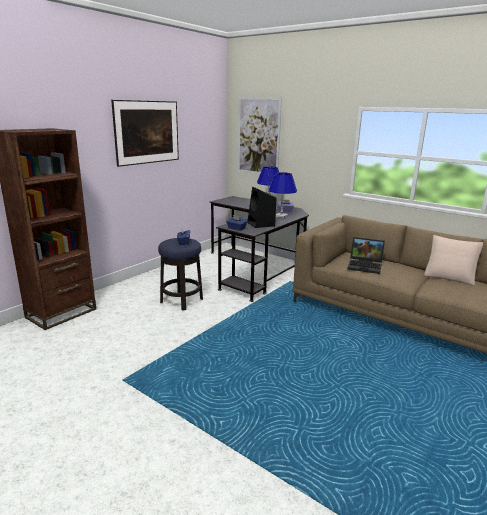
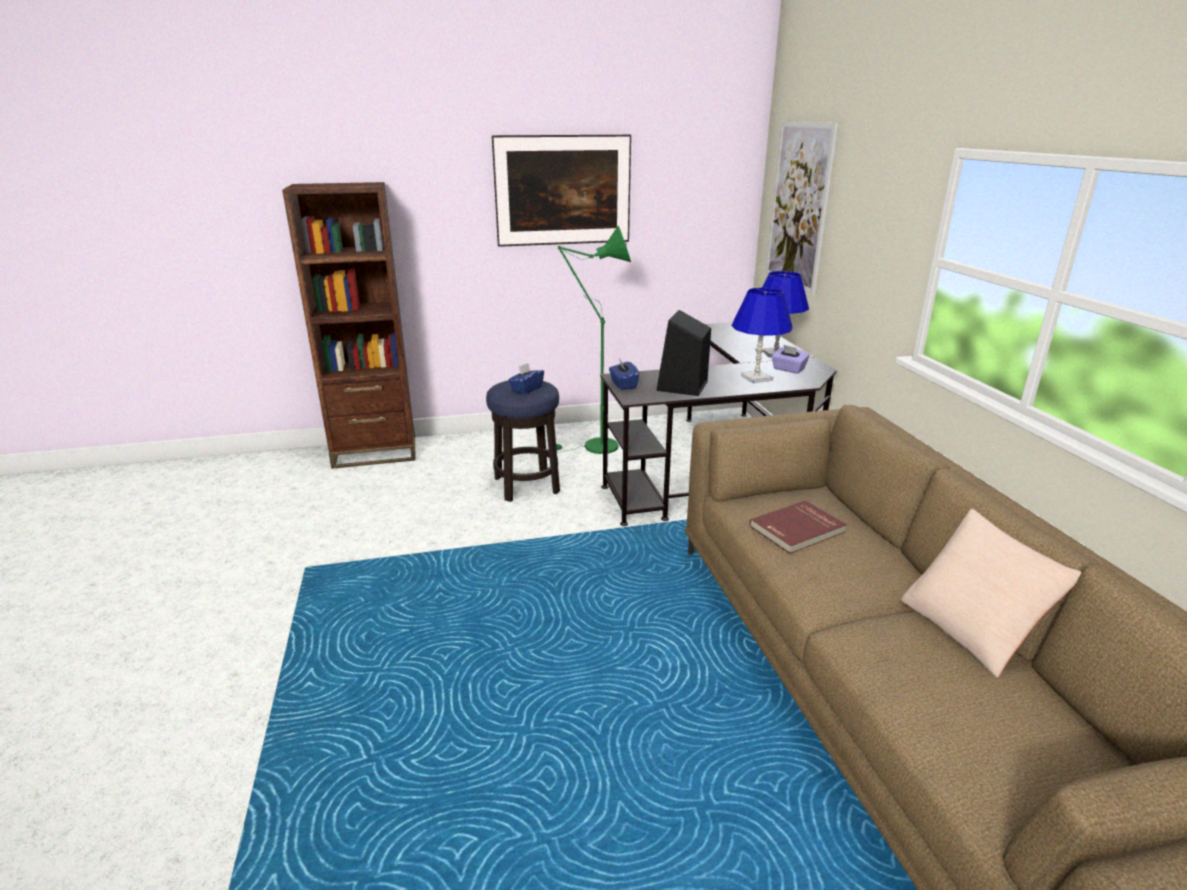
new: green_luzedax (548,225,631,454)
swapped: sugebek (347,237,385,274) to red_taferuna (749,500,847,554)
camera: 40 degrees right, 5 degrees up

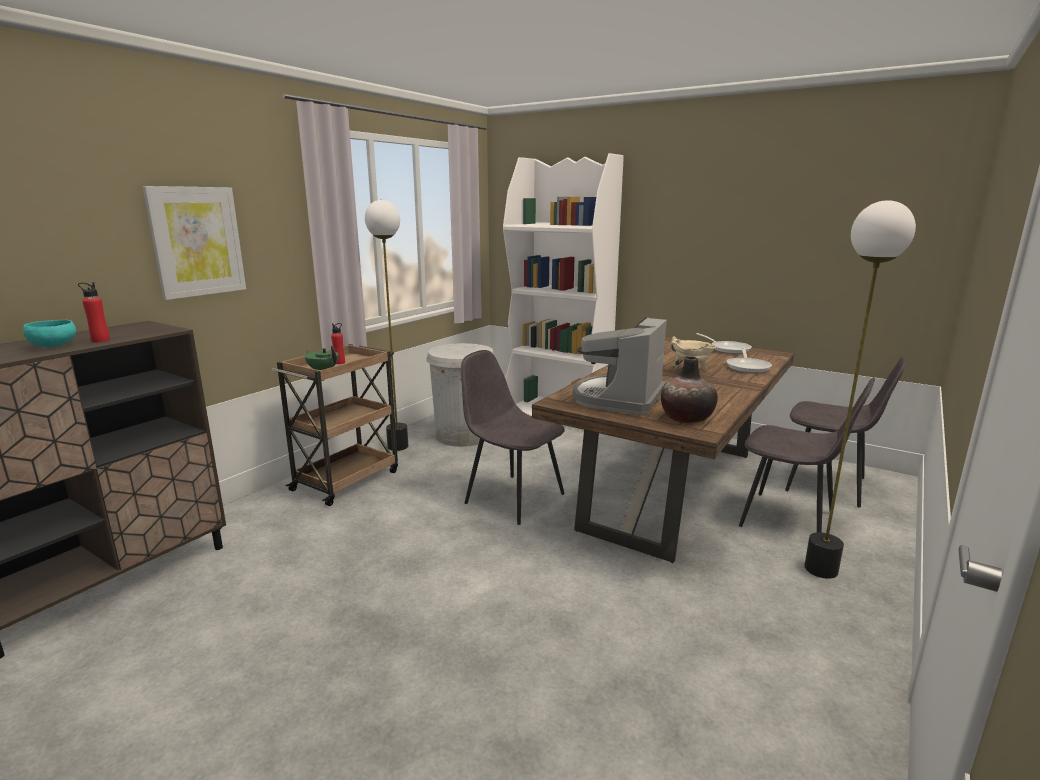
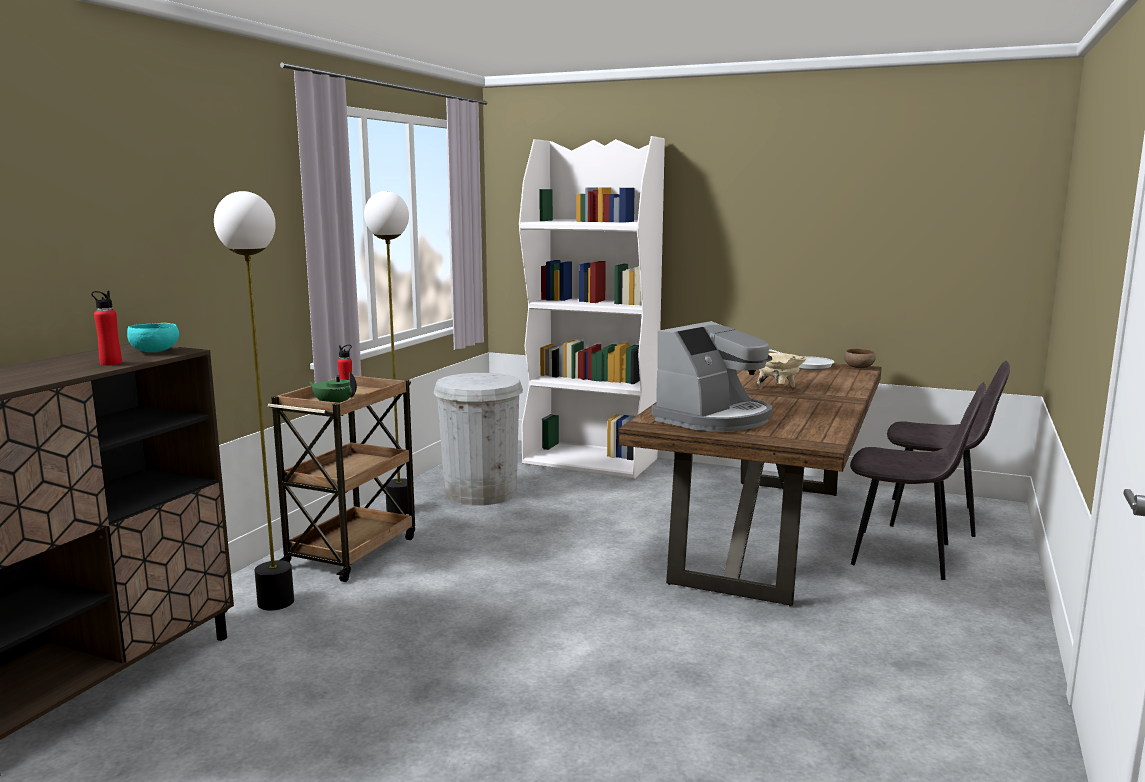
gone: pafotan (142,186,246,300); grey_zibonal (461,350,565,525); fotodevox (661,357,718,423); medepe (727,347,772,373)
new: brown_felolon (844,349,876,368)
shifted: turquoise_felolon (23,320,76,347) to (127,323,179,353); luzedax (804,200,916,579) to (214,191,294,611)
rotated: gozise (572,317,667,415) = (652,321,772,432) 150 degrees counterclockwise
camera: 10 degrees left, 5 degrees down

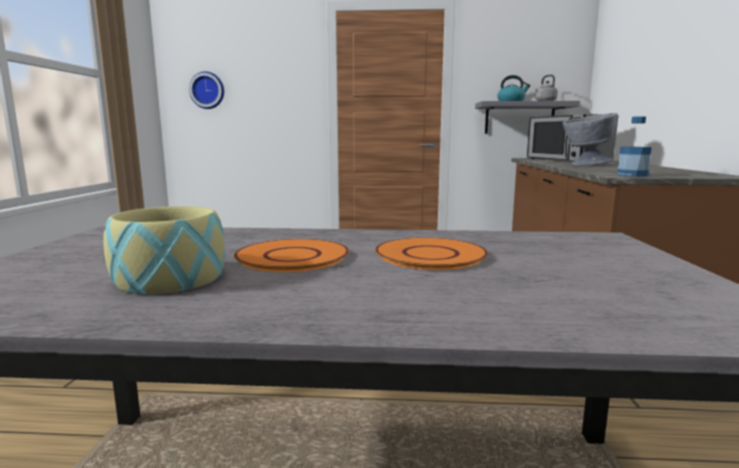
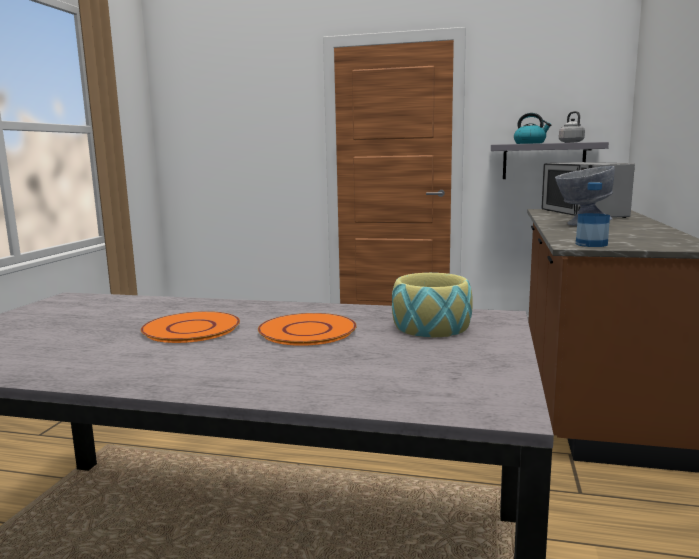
gone: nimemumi (189,71,224,109)
shifted: felolon (103,206,225,294) to (392,273,473,337)
camera: 10 degrees right, 0 degrees up

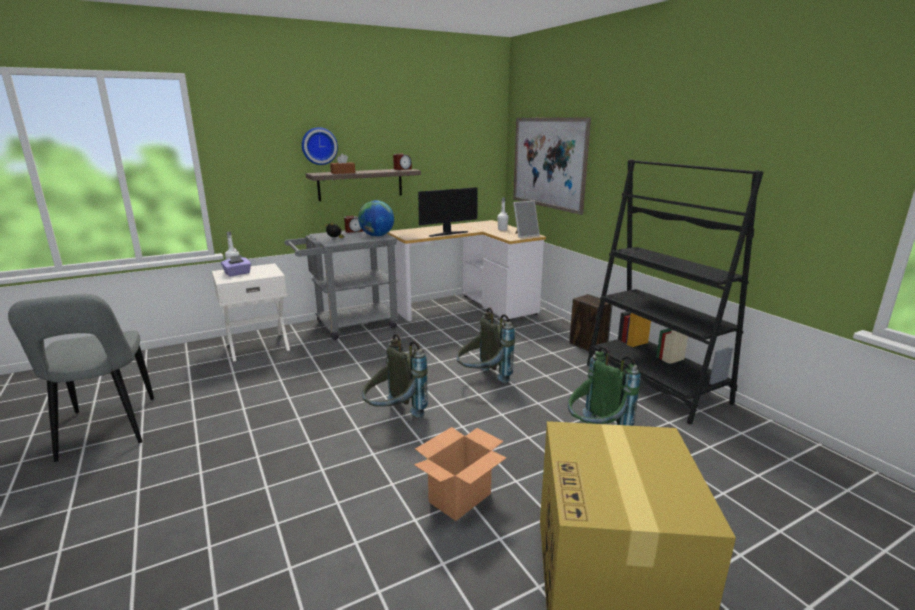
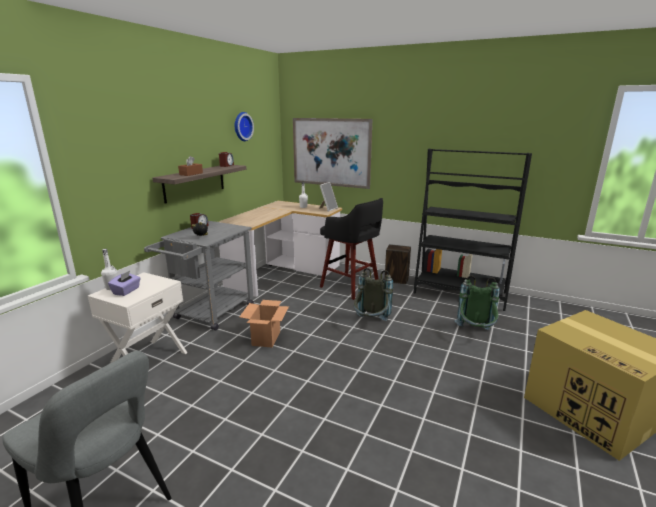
gone: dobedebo (358,200,394,237); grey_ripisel (362,334,428,417); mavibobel (418,187,478,237)
new: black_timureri (320,198,383,300)
shifted: nimemumi (302,127,338,165) to (235,112,254,141); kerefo (414,427,506,521) to (240,300,289,348)
camera: 35 degrees left, 0 degrees up

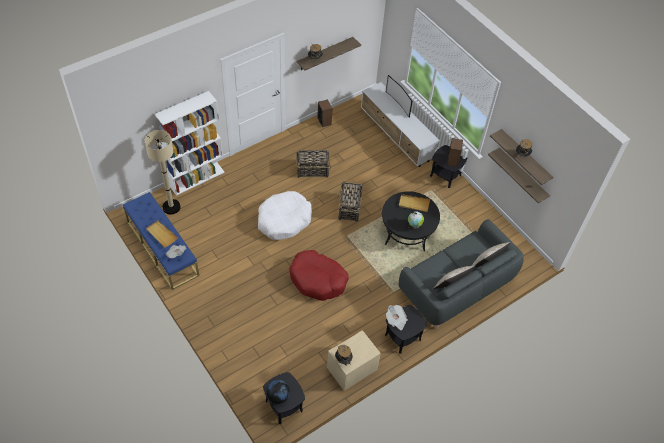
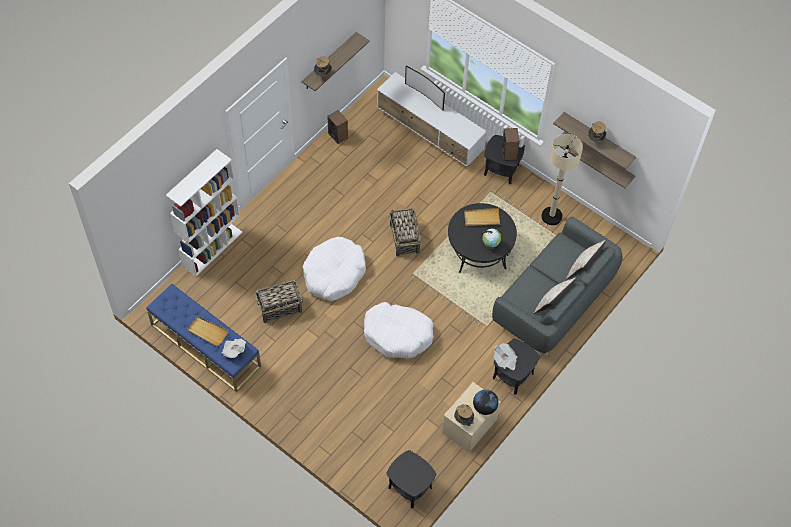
shifted: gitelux (296,150,330,178) to (255,280,303,323); dobedebo (266,380,290,404) to (473,389,498,415); beige_luzedax (145,130,181,214) to (541,134,583,225)
repainted: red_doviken (289,250,349,301) to white_doviken (364,302,434,359)
camera: 15 degrees left, 5 degrees up

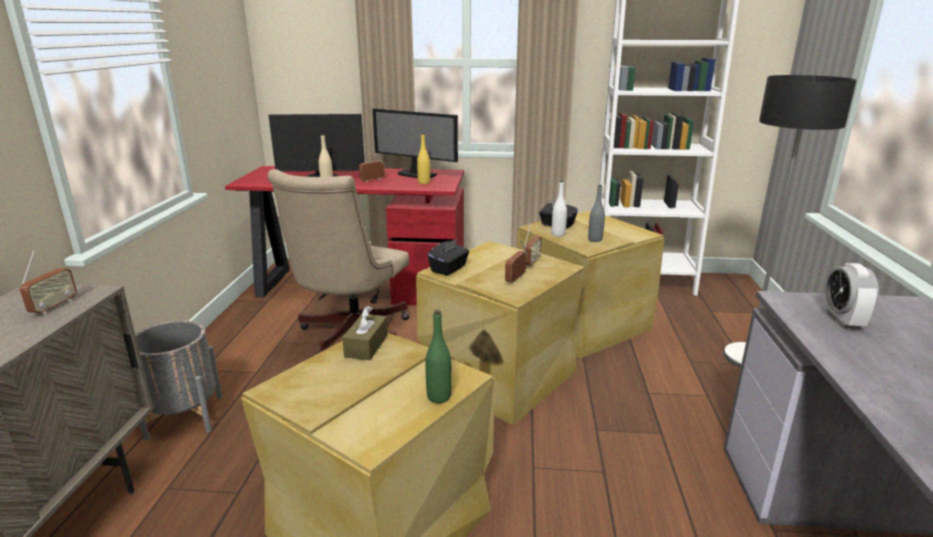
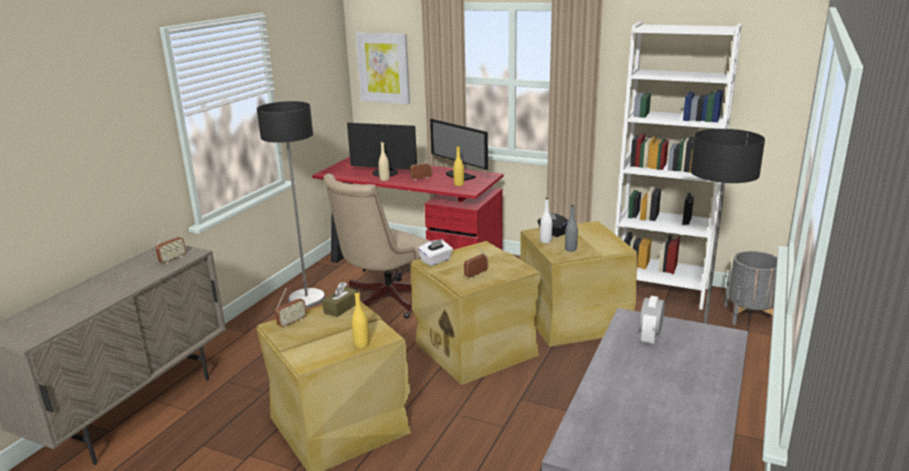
new: luzedax (257,101,325,307); pafotan (356,32,410,104)
shifted: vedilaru (524,223,542,267) to (275,288,306,328); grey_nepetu (135,320,222,440) to (724,251,777,325)
repainted: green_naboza (425,310,452,403) to yellow_naboza (352,290,369,349); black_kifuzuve (427,239,469,276) to white_kifuzuve (418,239,453,266)
camera: 20 degrees right, 0 degrees up

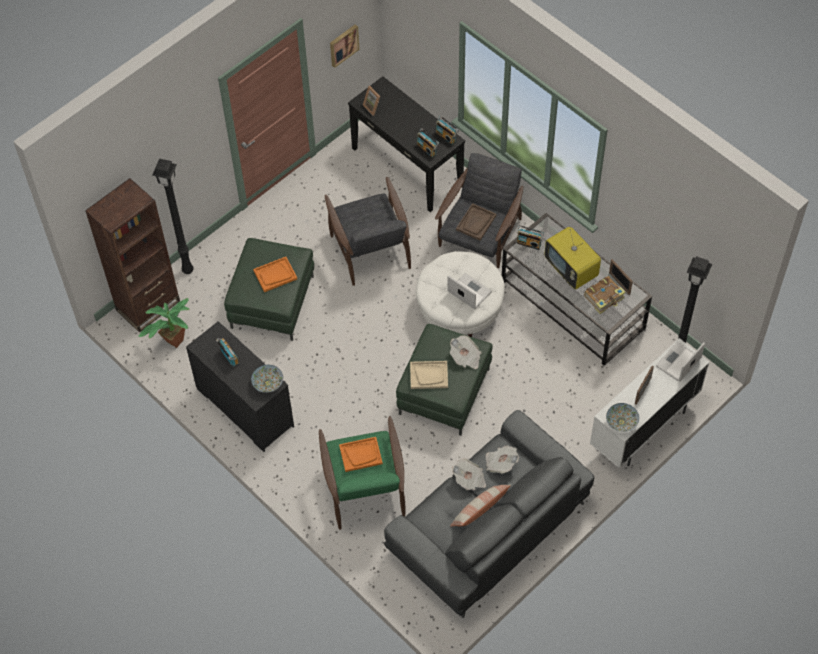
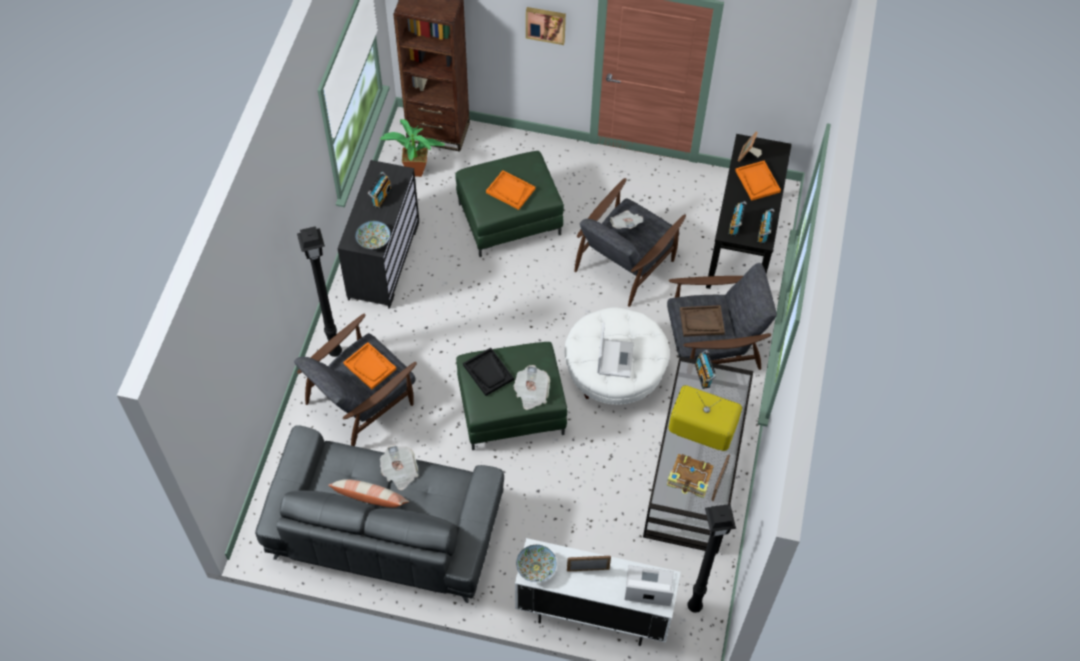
new: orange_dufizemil (735,161,781,201)
shifted: black_luzedax (152,158,194,274) to (297,226,342,357); pafotan (330,25,359,68) to (526,7,566,45); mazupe (486,445,519,473) to (610,210,643,229)
repainted: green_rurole (319,416,405,530) to grey_rurole (294,314,417,446); beige_dufizemil (410,361,448,389) to black_dufizemil (463,348,514,396)
rotated: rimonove (545,227,601,289) = (669,385,742,451) 90 degrees clockwise
camera: 55 degrees right, 0 degrees up

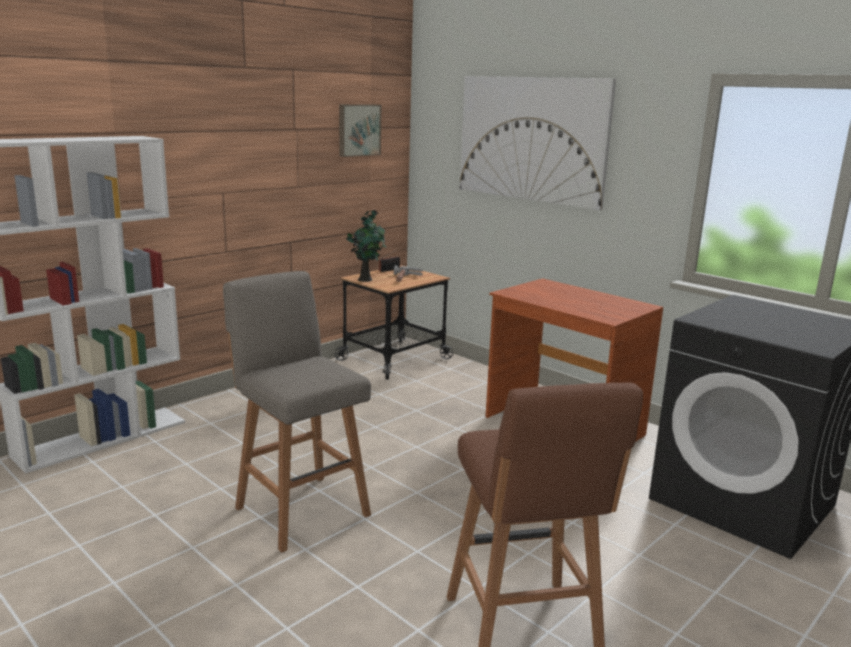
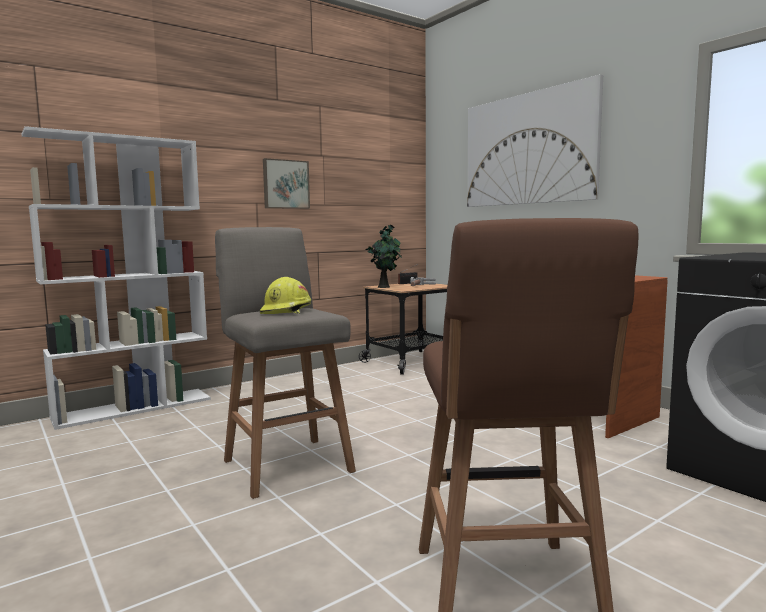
new: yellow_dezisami (259,277,311,314)
shifted: pafotan (339,104,381,157) to (263,158,310,209)
camera: 10 degrees right, 10 degrees down

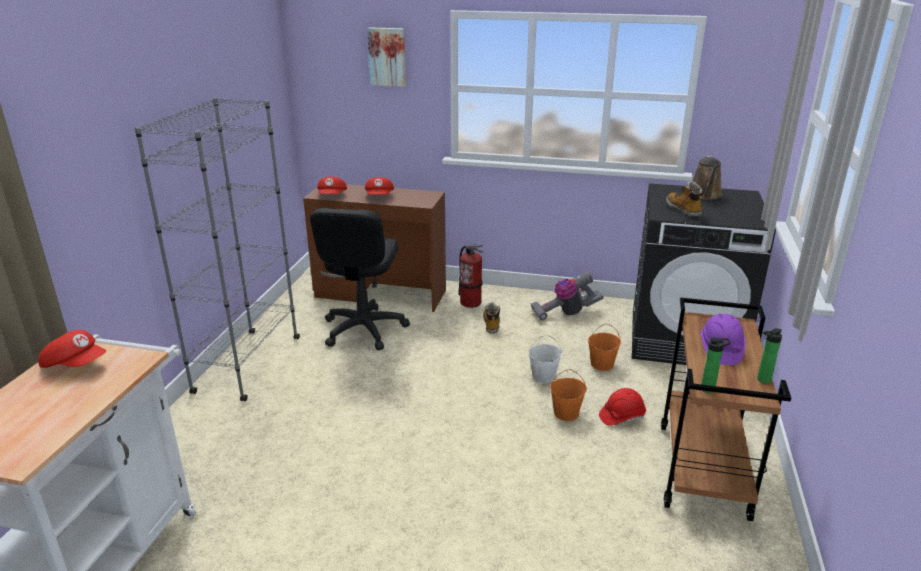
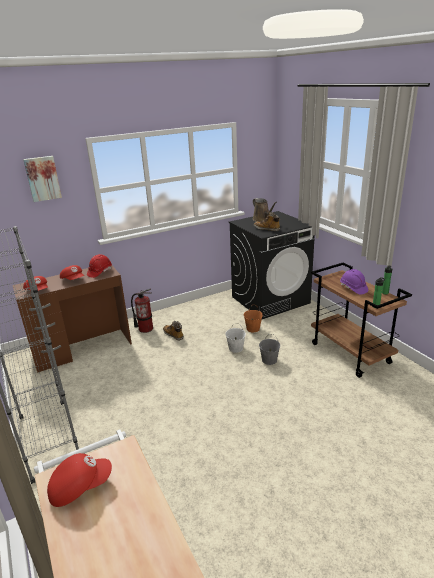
gone: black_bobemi (310,208,410,350); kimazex (531,271,604,320)
shifted: red_dezisami (599,388,646,426) to (87,254,112,278)
repainted: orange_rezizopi (550,369,587,421) to grey_rezizopi (259,334,280,365)
camera: 40 degrees left, 0 degrees up

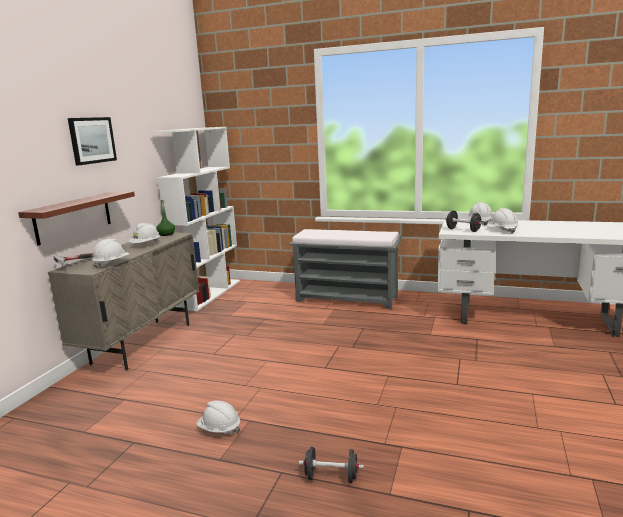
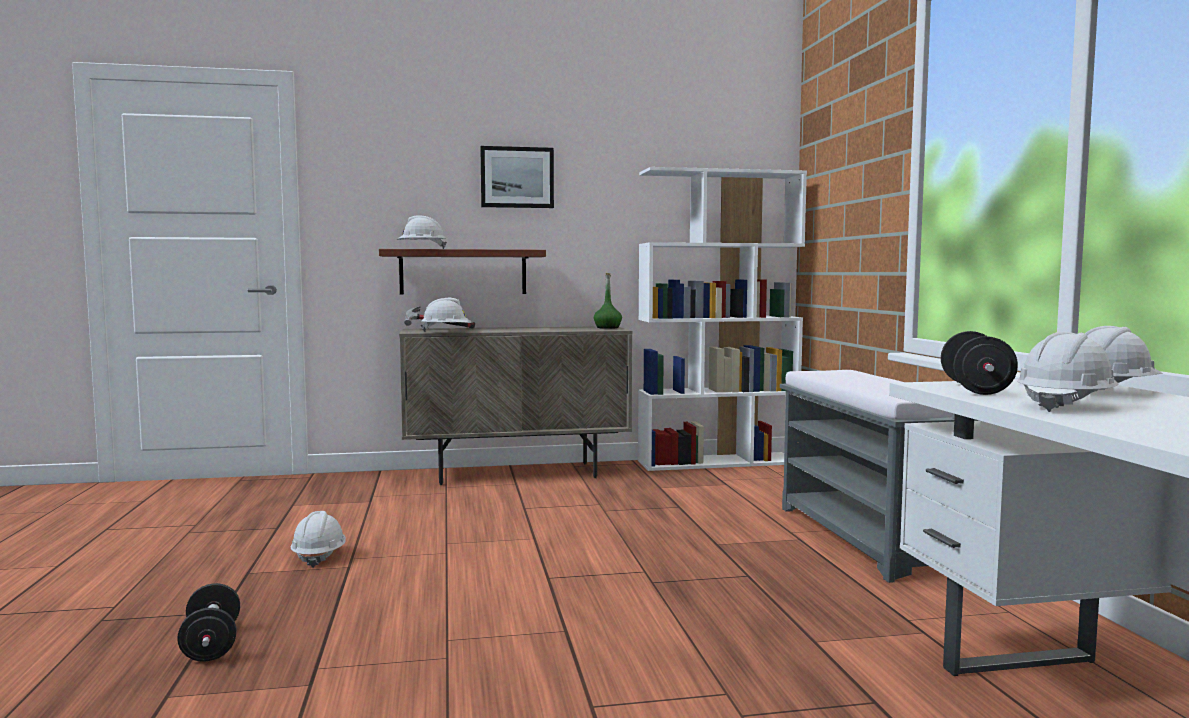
shifted: white_dezisami (129,223,160,243) to (396,215,447,249)
camera: 60 degrees right, 10 degrees down

